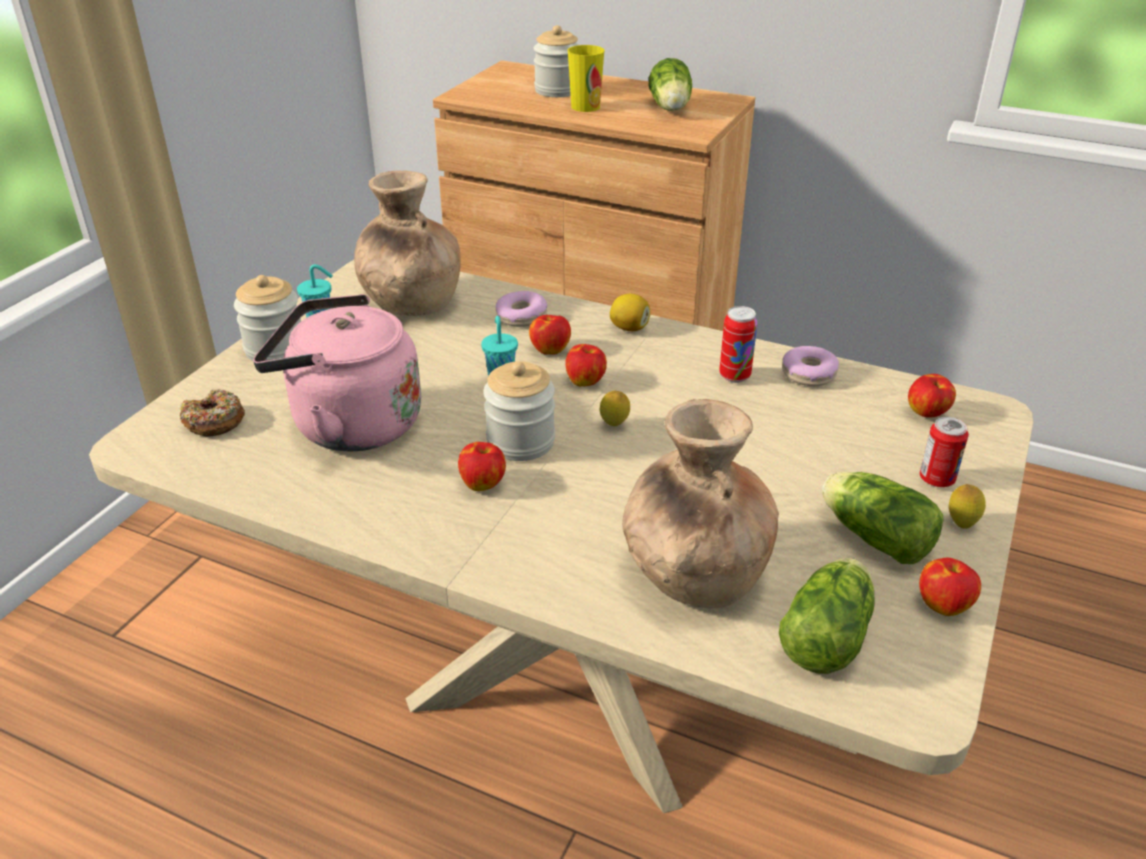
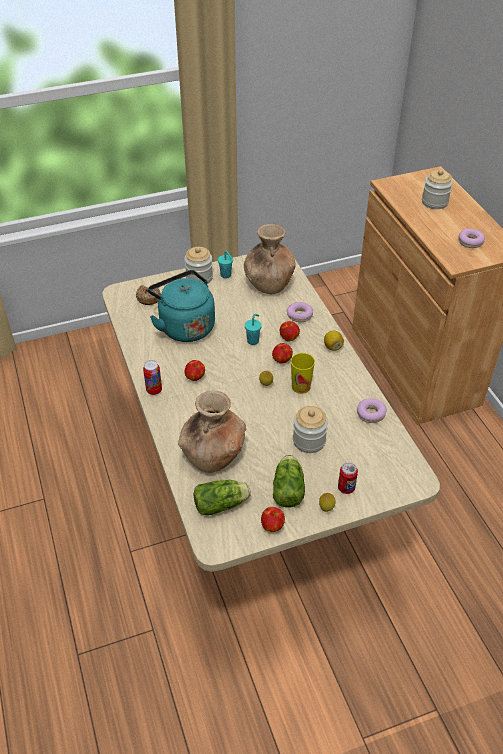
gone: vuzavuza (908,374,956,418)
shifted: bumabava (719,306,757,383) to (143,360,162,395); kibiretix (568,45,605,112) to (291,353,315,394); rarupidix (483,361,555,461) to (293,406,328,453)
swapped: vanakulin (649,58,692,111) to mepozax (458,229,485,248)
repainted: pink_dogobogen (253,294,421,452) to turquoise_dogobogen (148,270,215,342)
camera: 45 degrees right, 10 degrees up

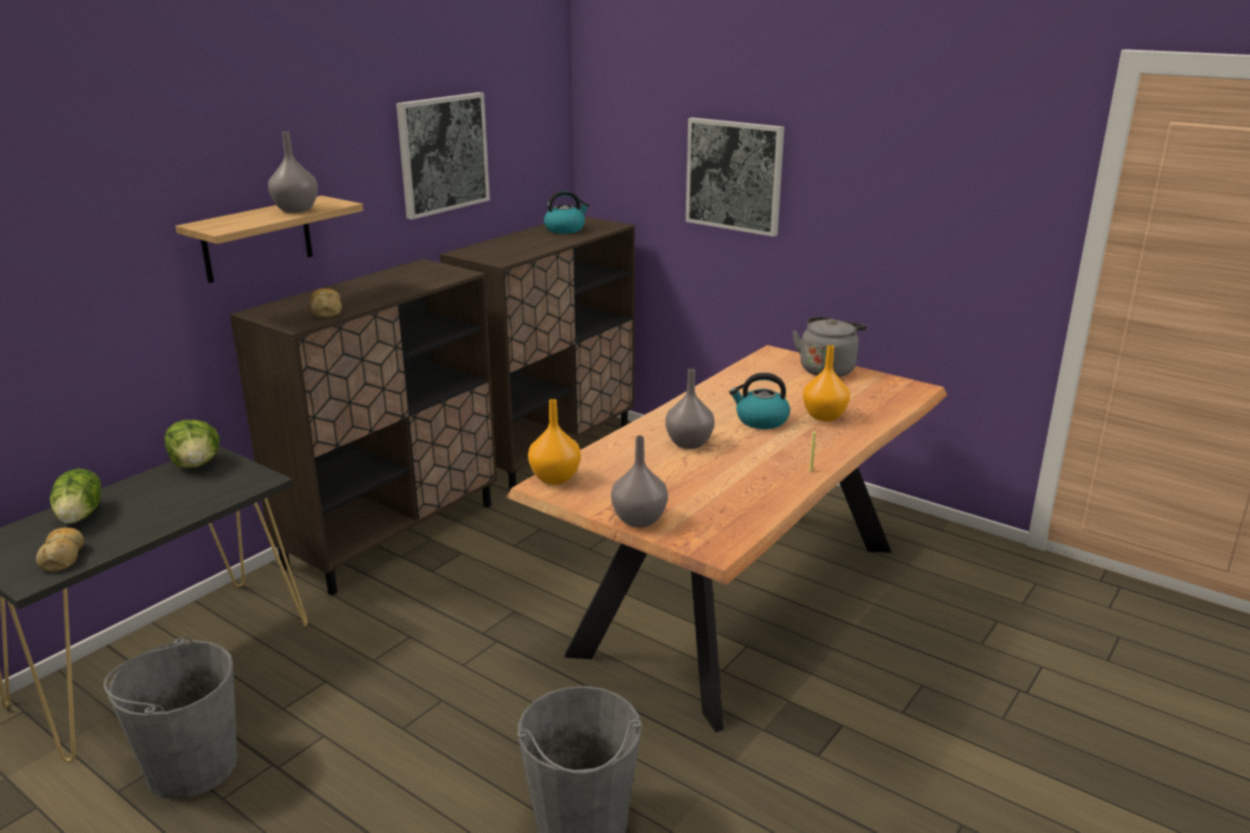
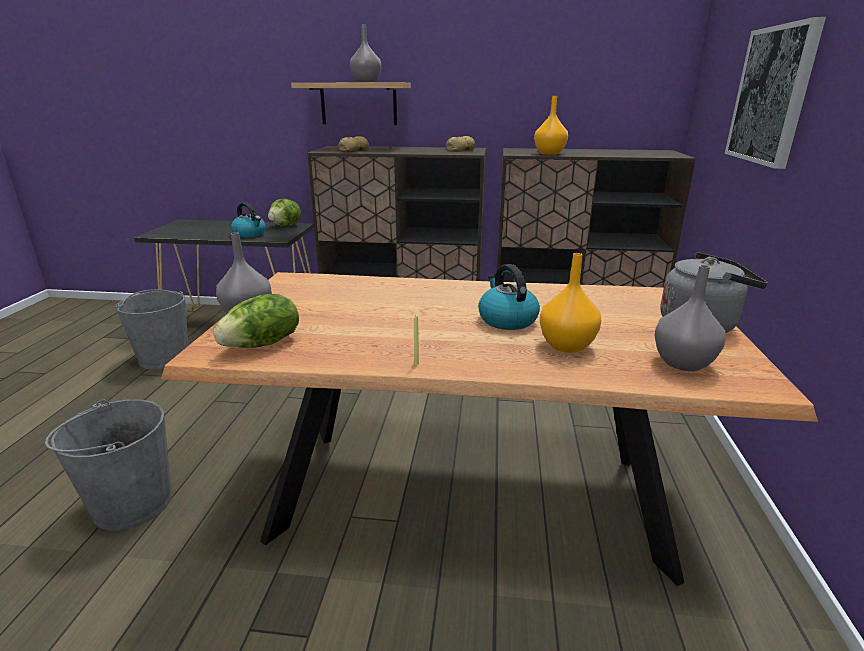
gone: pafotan (396,92,490,219)
shifted: vanakulin (50,469,101,524) to (213,294,299,348); dogobogen (544,190,590,234) to (231,202,266,238); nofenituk (36,528,84,572) to (446,136,475,152); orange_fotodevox (528,399,581,485) to (534,96,568,155); grey_fotodevox (665,369,715,449) to (655,265,725,371)
camera: 60 degrees right, 0 degrees up

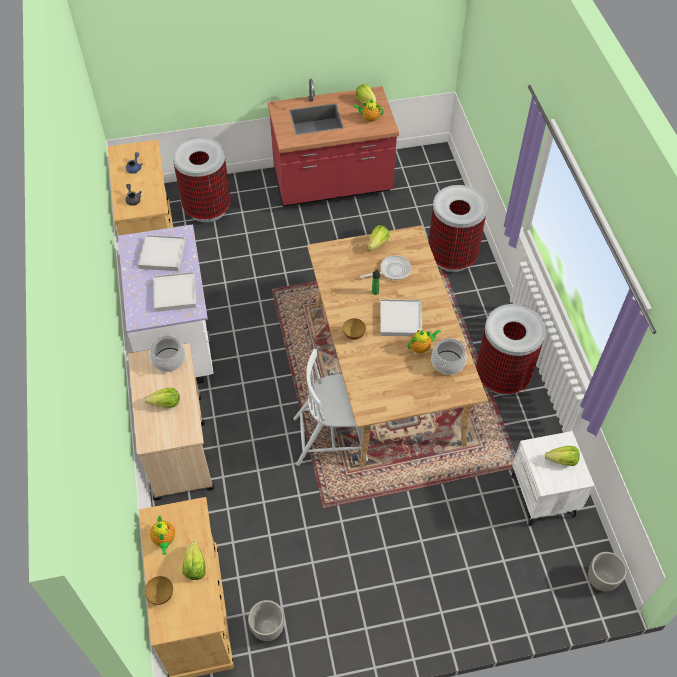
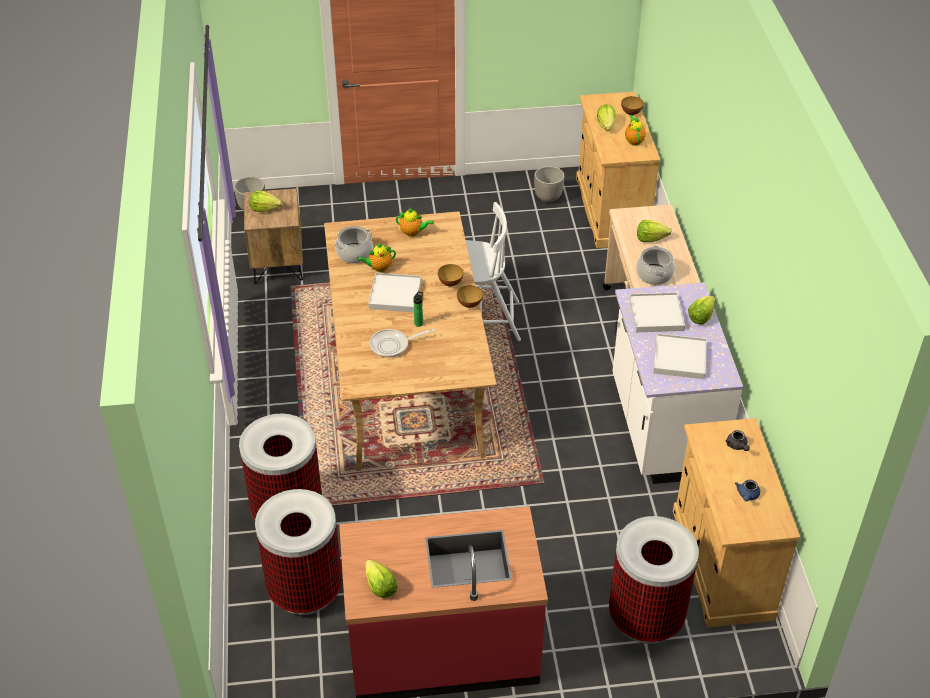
new: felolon (457,285,483,308)
shifted: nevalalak (476,304,546,395) to (255,489,342,615); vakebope (353,99,384,122) to (396,208,434,237); vanakulin (368,225,390,251) to (688,296,715,325)
repainted: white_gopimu (511,431,594,526) to brown_gopimu (244,188,303,284)
camera: 175 degrees left, 10 degrees down

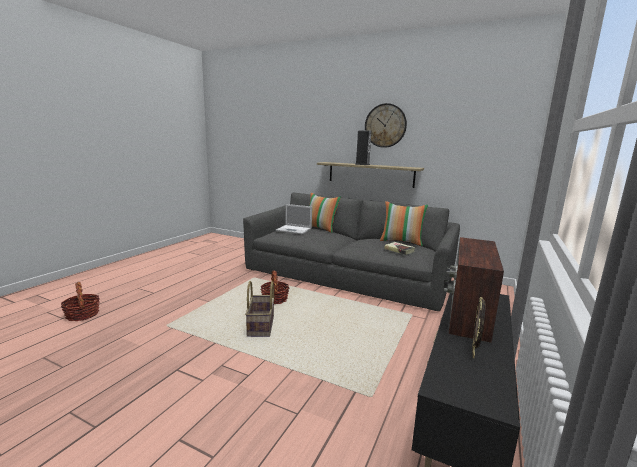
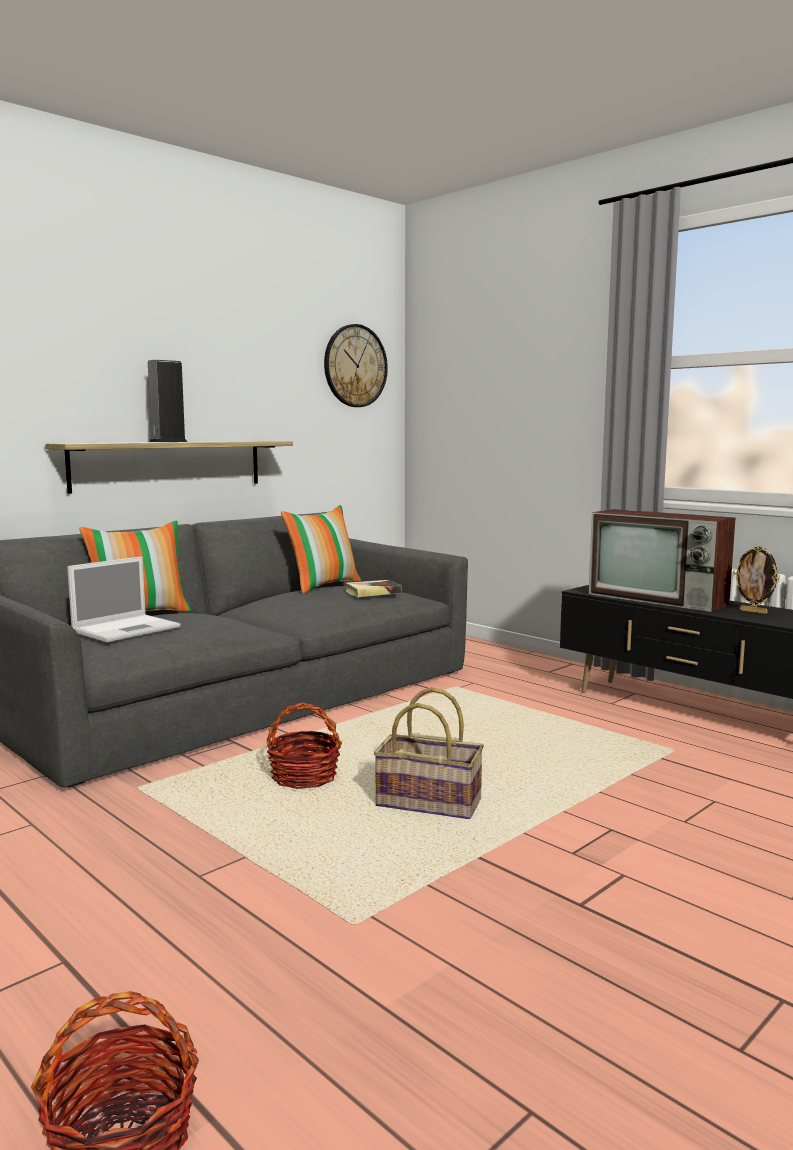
shifted: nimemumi (365,103,407,148) to (324,324,388,407)
camera: 70 degrees left, 5 degrees down

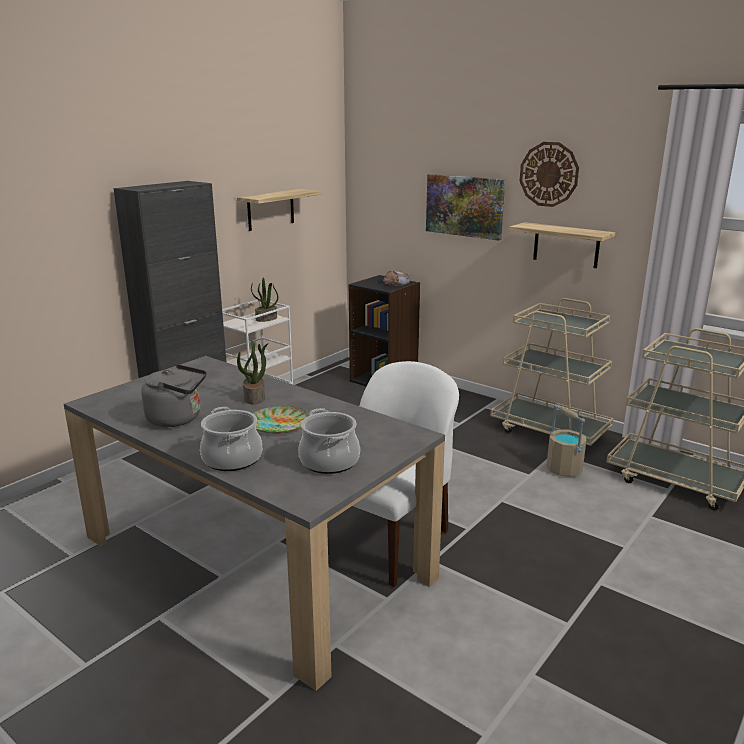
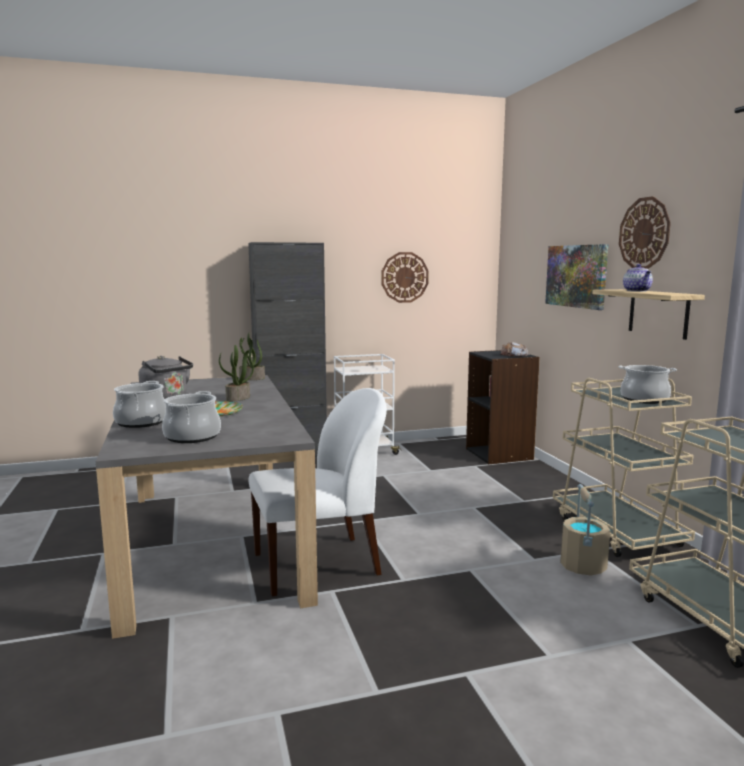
new: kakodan (619,365,677,404); vakebope (623,264,653,292)
shifted: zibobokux (251,278,278,322) to (239,333,265,380)
swapped: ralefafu (237,189,322,231) to nimemumi (381,252,429,303)
camera: 35 degrees right, 10 degrees down

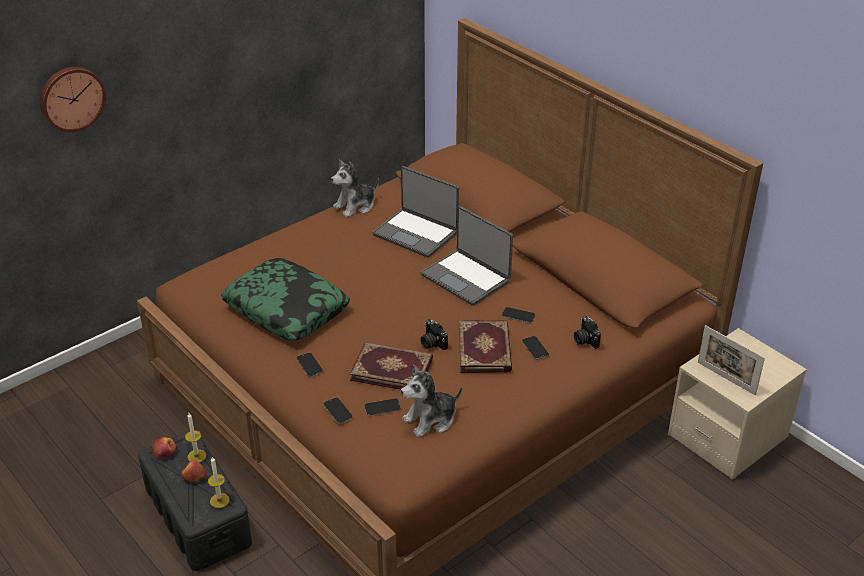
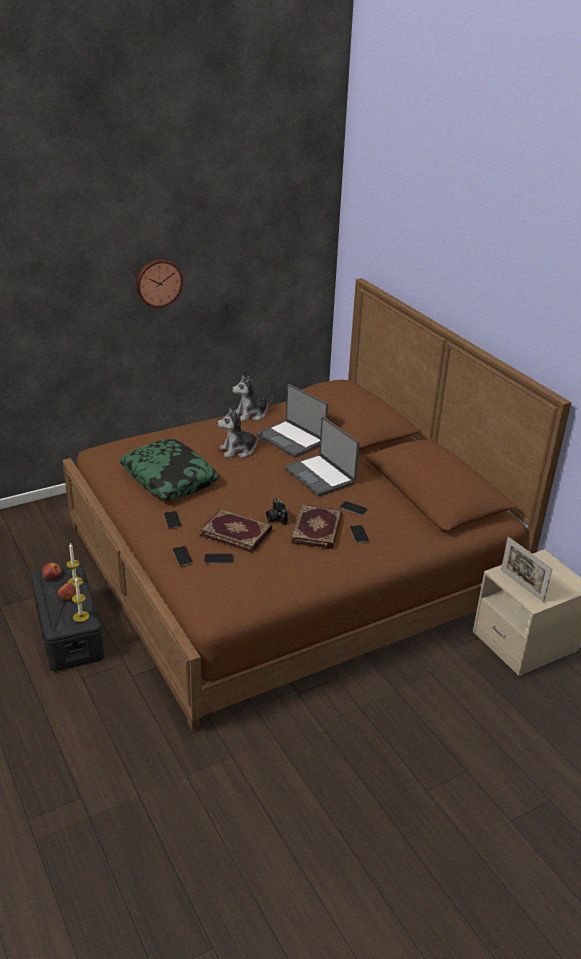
gone: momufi (574,316,601,349)
shifted: nimemumi (40,67,106,132) to (136,259,183,308); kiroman (401,364,462,437) to (217,408,263,458)
camera: 10 degrees right, 5 degrees down

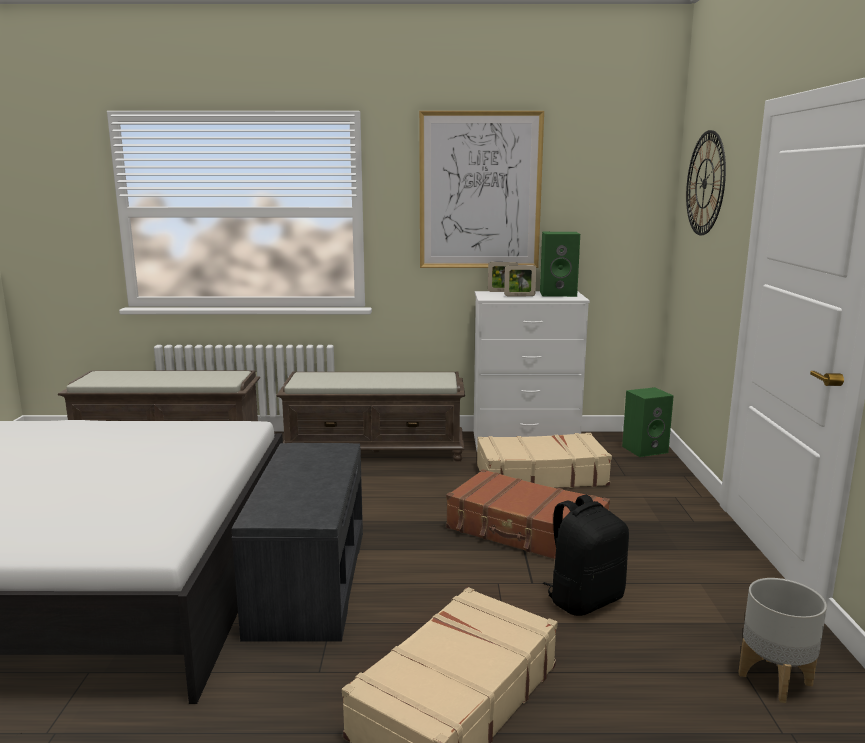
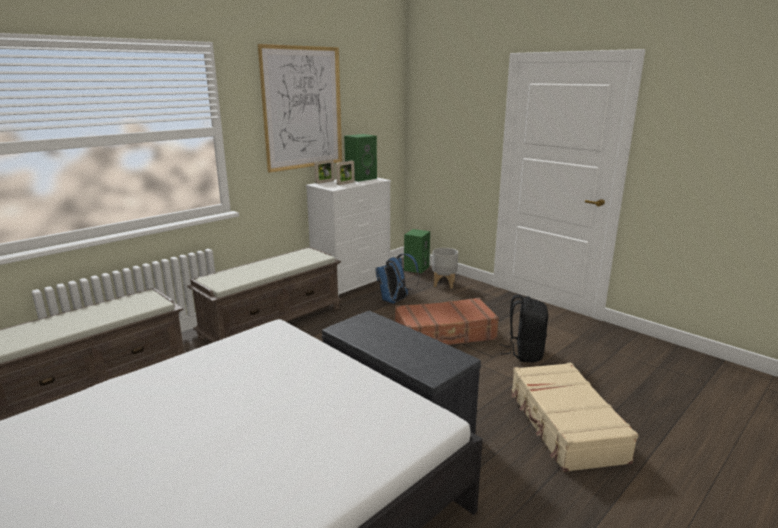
gone: nimemumi (686,130,726,235)
shifted: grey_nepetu (738,578,827,703) to (432,248,458,289)
swapped: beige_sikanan (477,433,612,488) to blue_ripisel (375,254,419,304)
camera: 45 degrees left, 5 degrees up

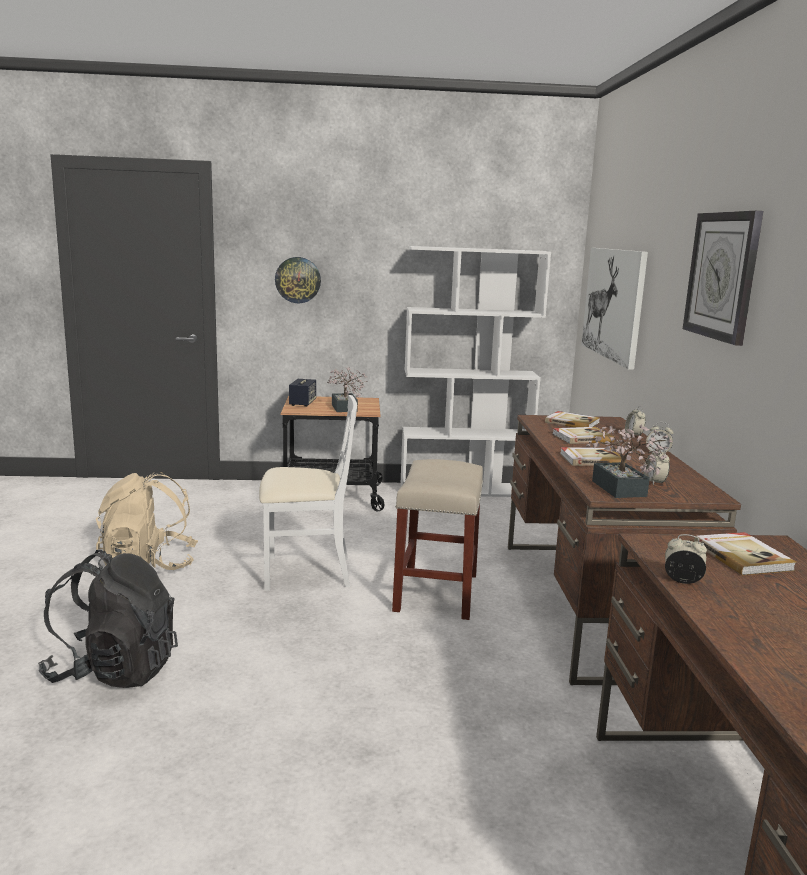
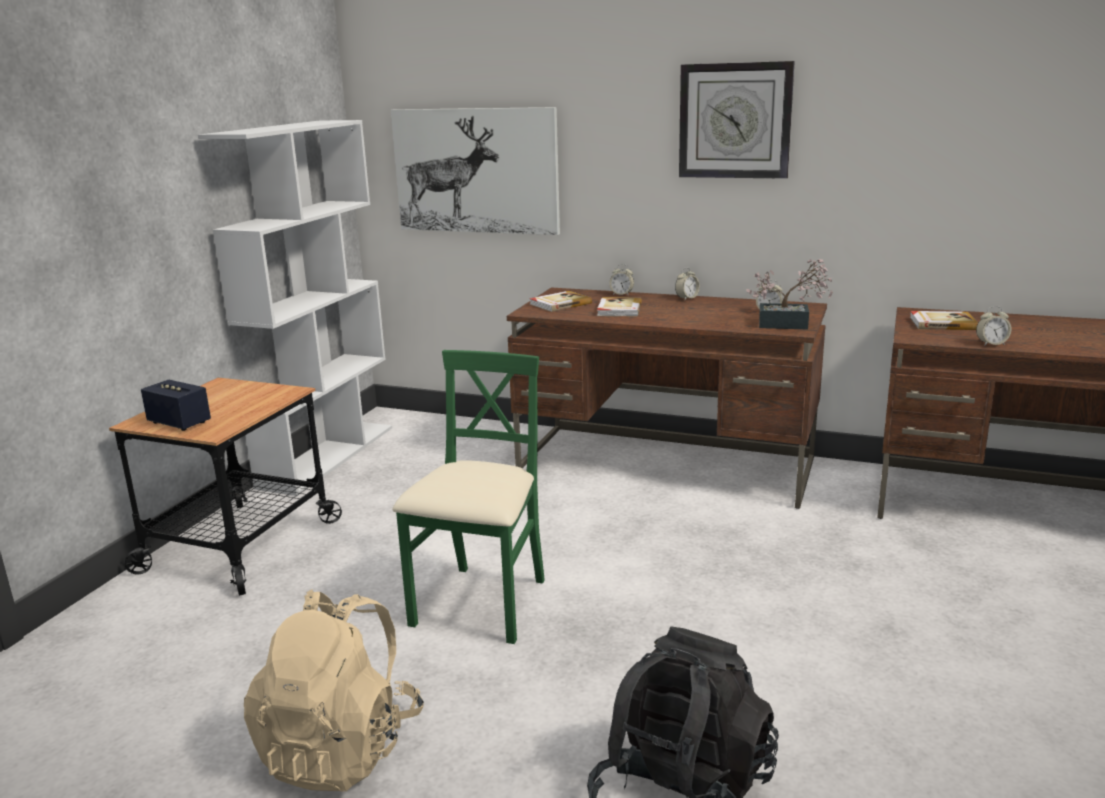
gone: nimemumi (275,257,321,303); zibobokux (327,367,368,412); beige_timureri (392,459,483,620); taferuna (560,447,626,466)
repainted: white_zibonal (259,395,357,591) to green_zibonal (392,350,545,644)
rotated: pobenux (665,534,707,584) = (976,306,1011,346) 135 degrees counterclockwise
camera: 65 degrees left, 5 degrees up

